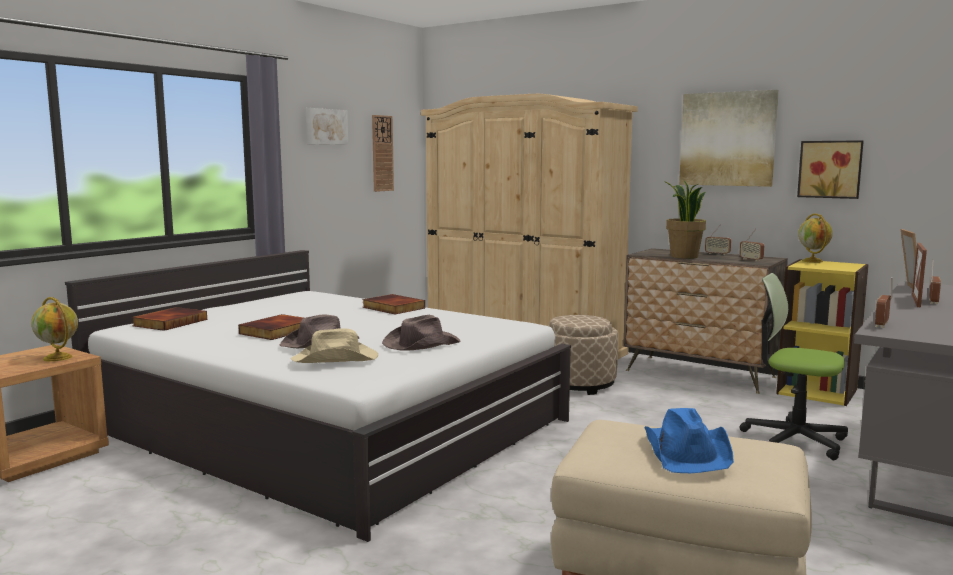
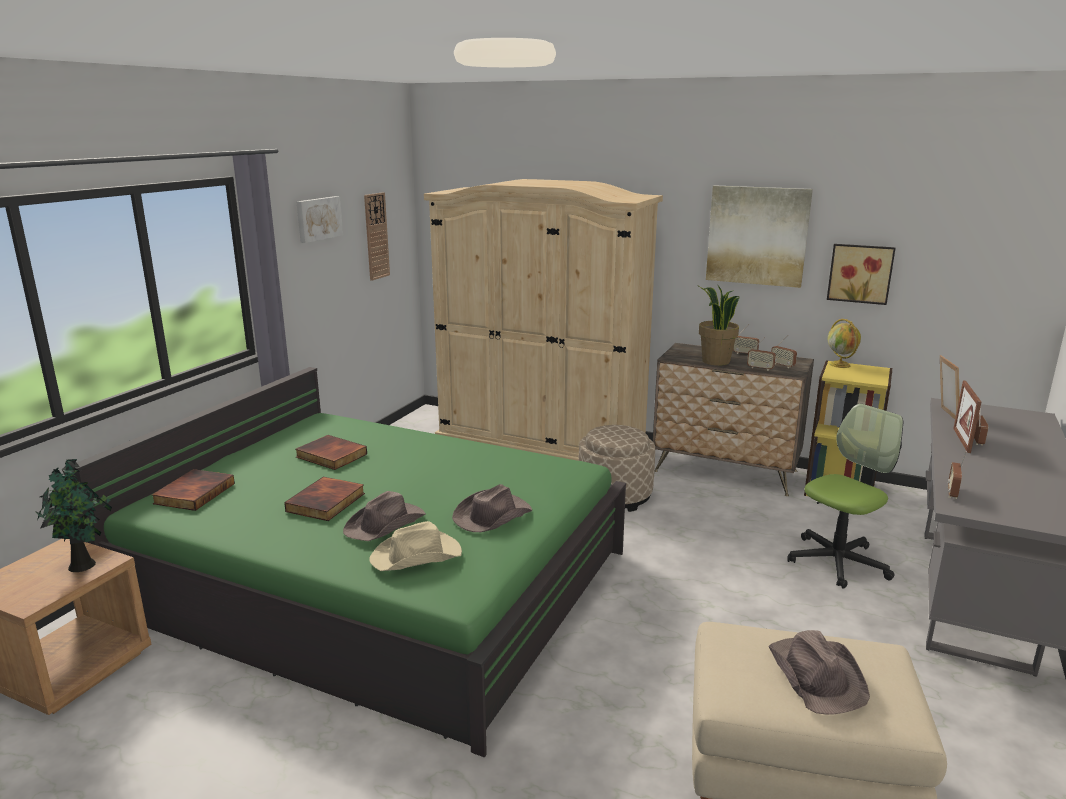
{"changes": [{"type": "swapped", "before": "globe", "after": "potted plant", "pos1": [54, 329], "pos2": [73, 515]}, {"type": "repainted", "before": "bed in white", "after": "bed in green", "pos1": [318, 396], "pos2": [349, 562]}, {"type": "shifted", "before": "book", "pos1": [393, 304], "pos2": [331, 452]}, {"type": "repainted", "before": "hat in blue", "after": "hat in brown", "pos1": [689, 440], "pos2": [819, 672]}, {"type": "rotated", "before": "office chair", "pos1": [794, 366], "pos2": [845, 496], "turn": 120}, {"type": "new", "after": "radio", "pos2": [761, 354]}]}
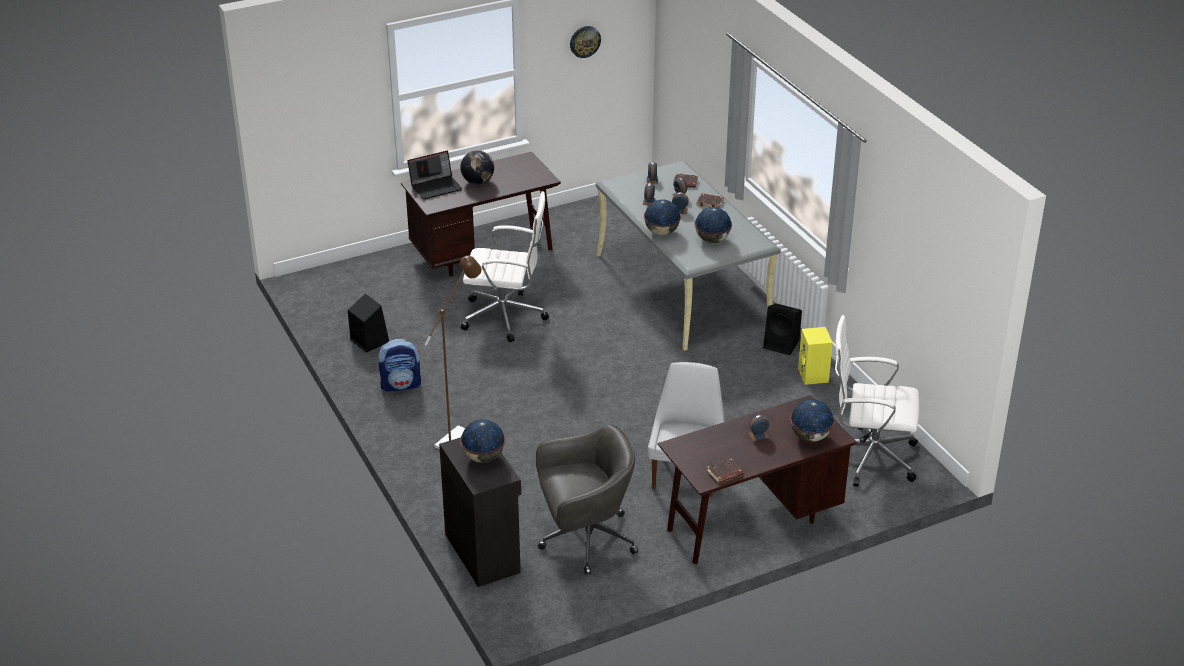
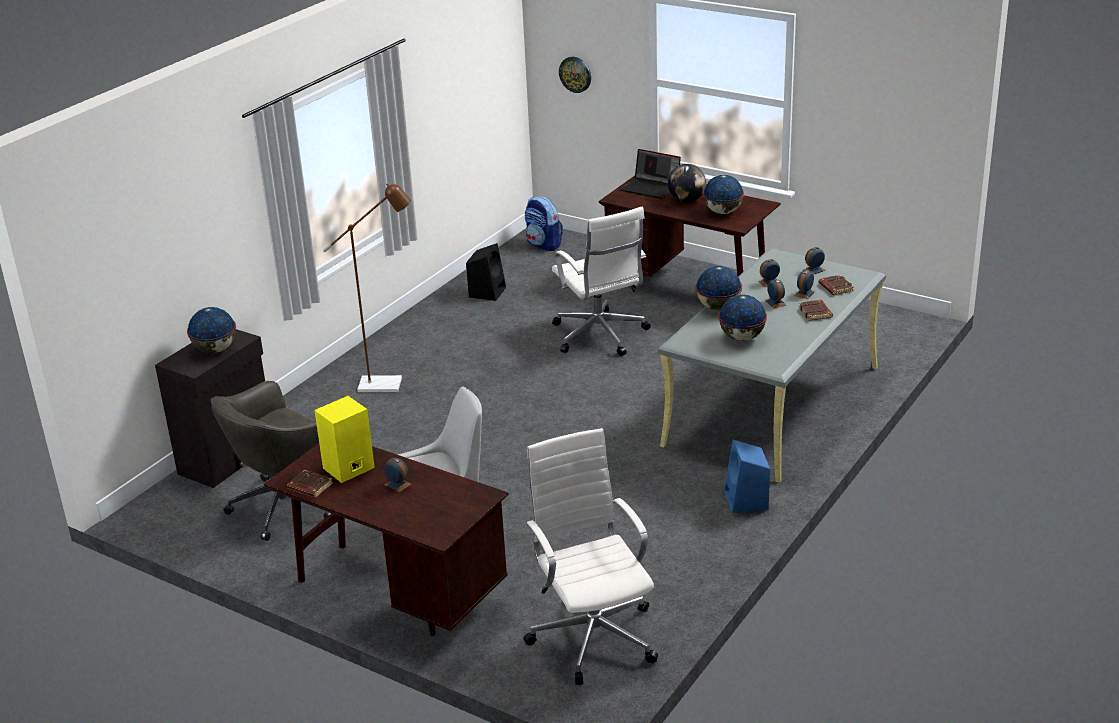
{"changes": [{"type": "shifted", "before": "backpack", "pos1": [399, 365], "pos2": [544, 224]}, {"type": "rotated", "before": "office chair in grey", "pos1": [587, 499], "pos2": [271, 461], "turn": 90}, {"type": "shifted", "before": "wall clock", "pos1": [585, 42], "pos2": [575, 75]}, {"type": "repainted", "before": "speaker in black", "after": "speaker in blue", "pos1": [782, 329], "pos2": [747, 476]}, {"type": "shifted", "before": "globe", "pos1": [812, 420], "pos2": [723, 194]}, {"type": "shifted", "before": "speaker in yellow", "pos1": [815, 356], "pos2": [344, 439]}]}
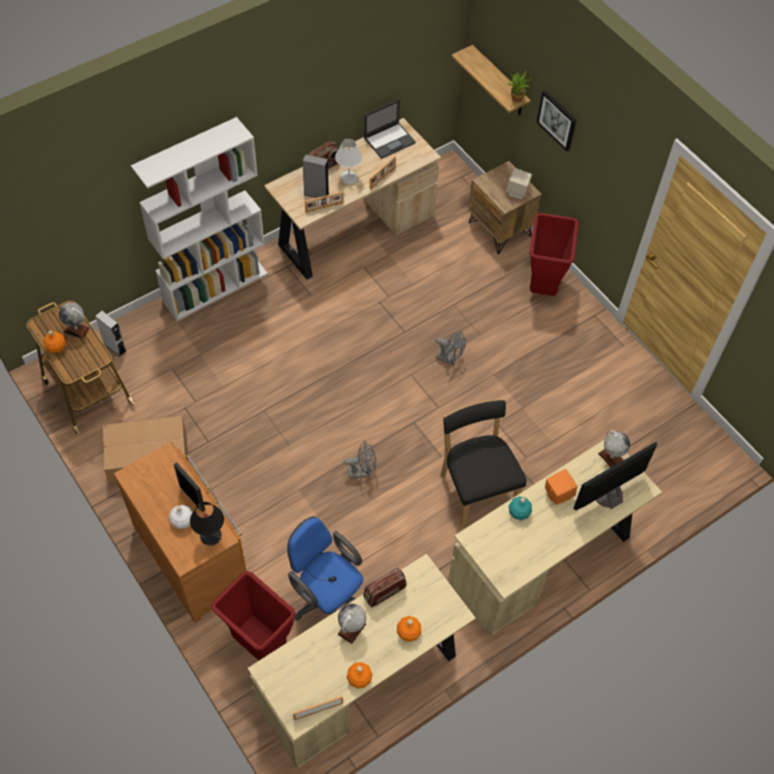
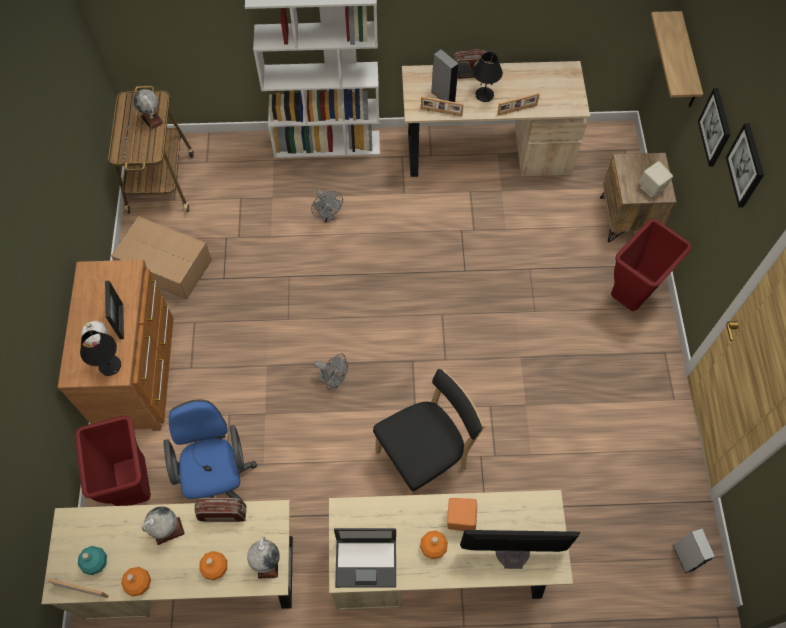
{"changes": [{"type": "shifted", "before": "bottle in orange", "pos1": [54, 341], "pos2": [434, 545]}, {"type": "shifted", "before": "speaker in grey", "pos1": [110, 334], "pos2": [694, 550]}, {"type": "repainted", "before": "table lamp in white", "after": "table lamp in black", "pos1": [348, 161], "pos2": [488, 77]}, {"type": "shifted", "before": "laptop", "pos1": [390, 129], "pos2": [365, 558]}, {"type": "shifted", "before": "fan in grey", "pos1": [450, 348], "pos2": [327, 206]}, {"type": "rotated", "before": "chair in black", "pos1": [483, 463], "pos2": [429, 432], "turn": 45}, {"type": "gone", "before": "potted plant", "pos1": [519, 86]}, {"type": "shifted", "before": "bottle in turquoise", "pos1": [520, 508], "pos2": [92, 560]}, {"type": "shifted", "before": "globe", "pos1": [614, 448], "pos2": [263, 558]}, {"type": "new", "after": "picture", "pos2": [745, 165]}]}
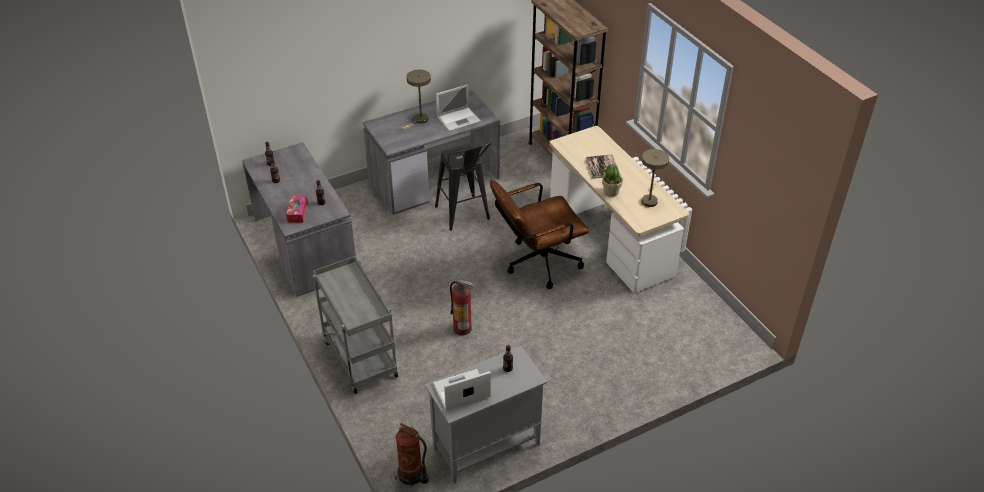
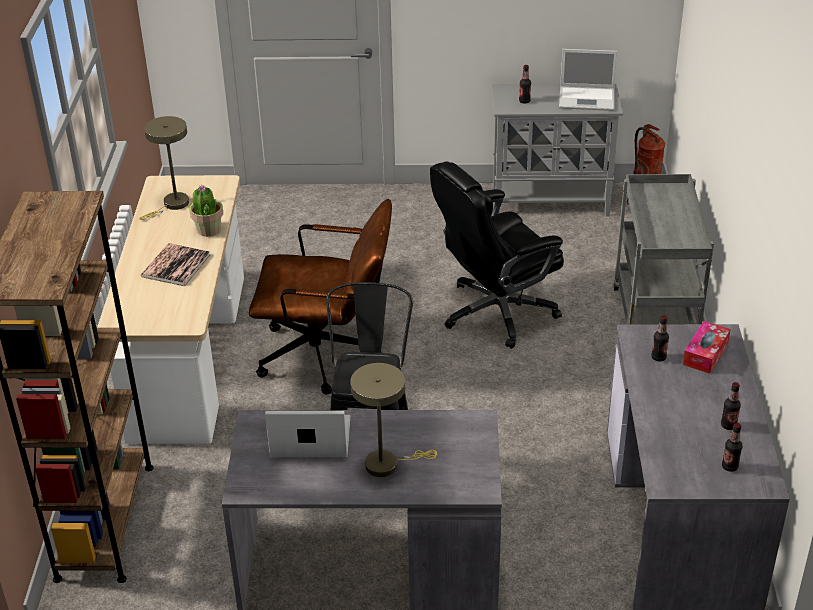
{"changes": [{"type": "swapped", "before": "fire extinguisher", "after": "office chair in black", "pos1": [461, 307], "pos2": [497, 255]}]}
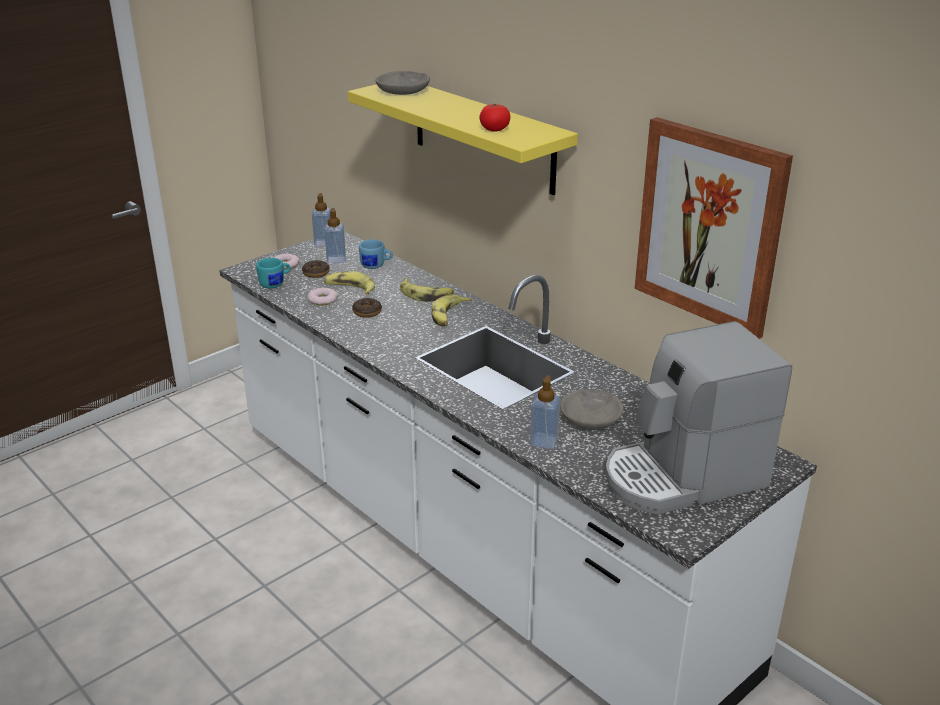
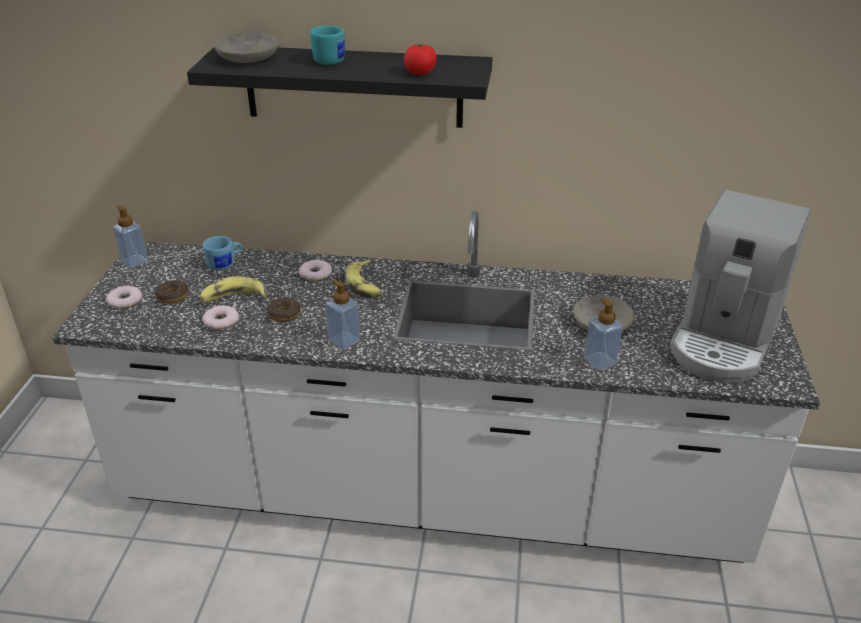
{"changes": [{"type": "shifted", "before": "mug in turquoise", "pos1": [273, 273], "pos2": [327, 45]}, {"type": "shifted", "before": "soap dispenser", "pos1": [335, 235], "pos2": [343, 315]}, {"type": "repainted", "before": "shelf in yellow", "after": "shelf in black", "pos1": [463, 139], "pos2": [339, 87]}, {"type": "swapped", "before": "banana", "after": "donut", "pos1": [427, 290], "pos2": [315, 270]}, {"type": "gone", "before": "picture", "pos1": [714, 228]}]}
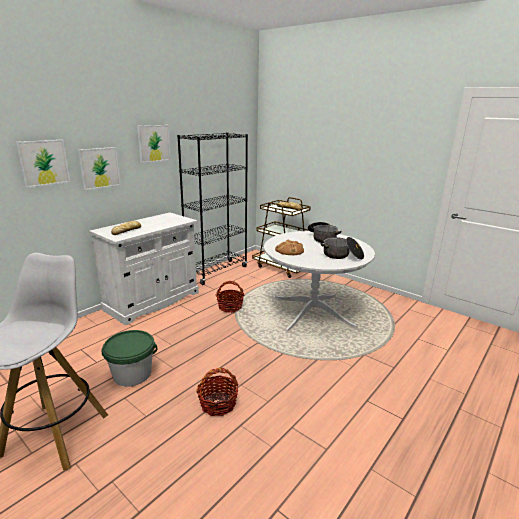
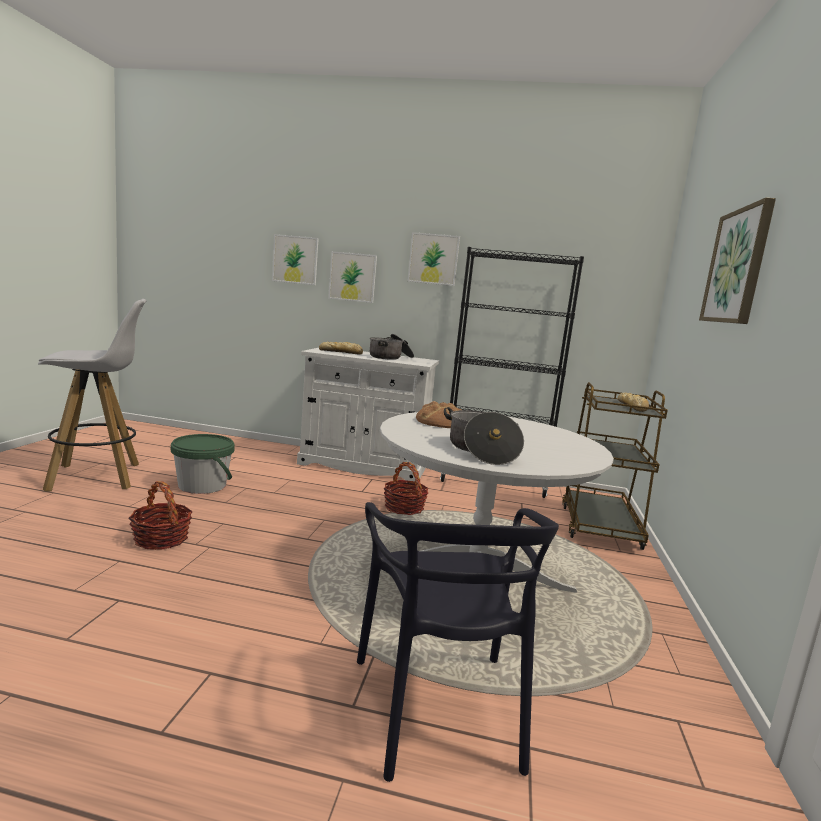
{"changes": [{"type": "shifted", "before": "cooking pot", "pos1": [325, 232], "pos2": [392, 347]}, {"type": "new", "after": "chair in black", "pos2": [458, 642]}, {"type": "new", "after": "picture", "pos2": [737, 261]}]}
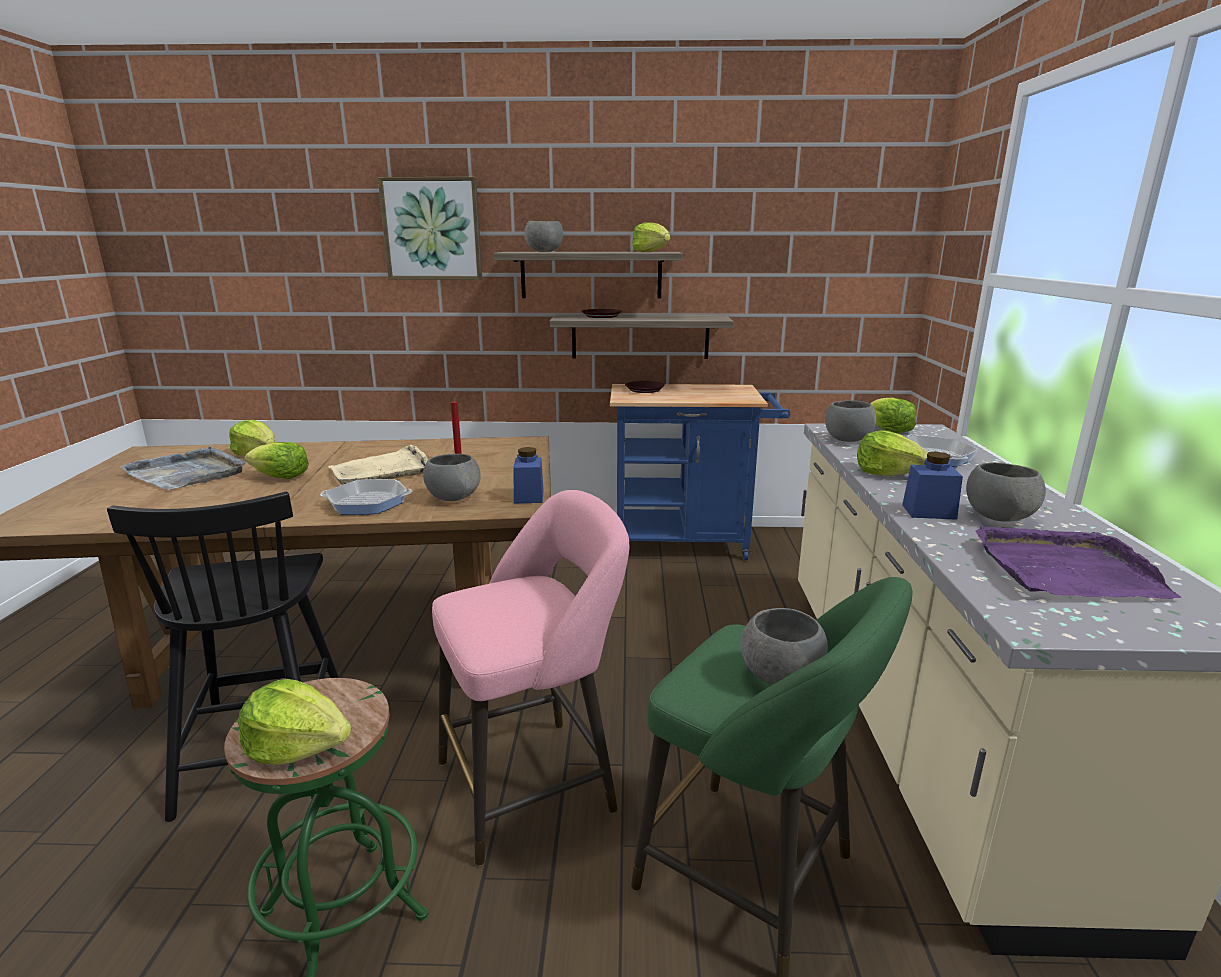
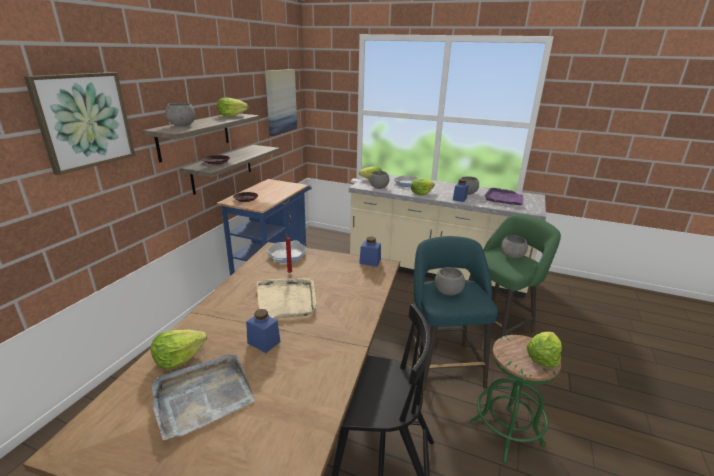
{"changes": [{"type": "swapped", "before": "lettuce", "after": "jar in blue", "pos1": [277, 460], "pos2": [263, 331]}, {"type": "shifted", "before": "frying pan", "pos1": [366, 497], "pos2": [286, 251]}, {"type": "shifted", "before": "bowl in grey", "pos1": [452, 477], "pos2": [450, 281]}, {"type": "repainted", "before": "stool in pink", "after": "stool in turquoise", "pos1": [530, 678], "pos2": [453, 314]}, {"type": "new", "after": "picture", "pos2": [281, 102]}]}
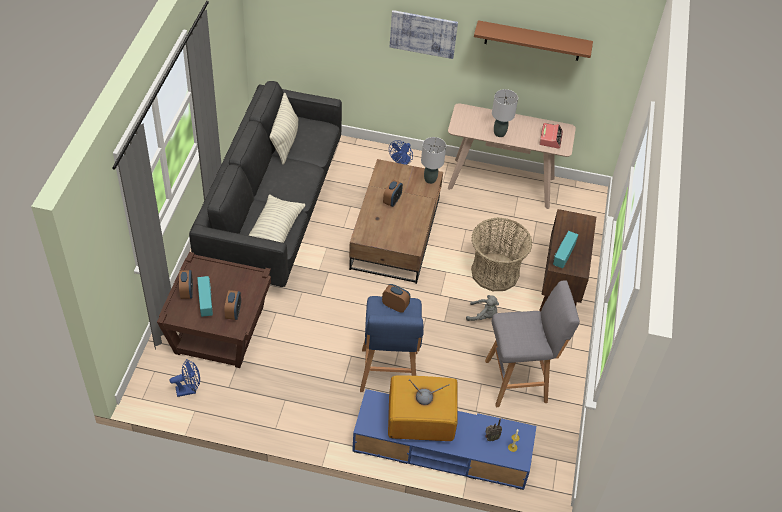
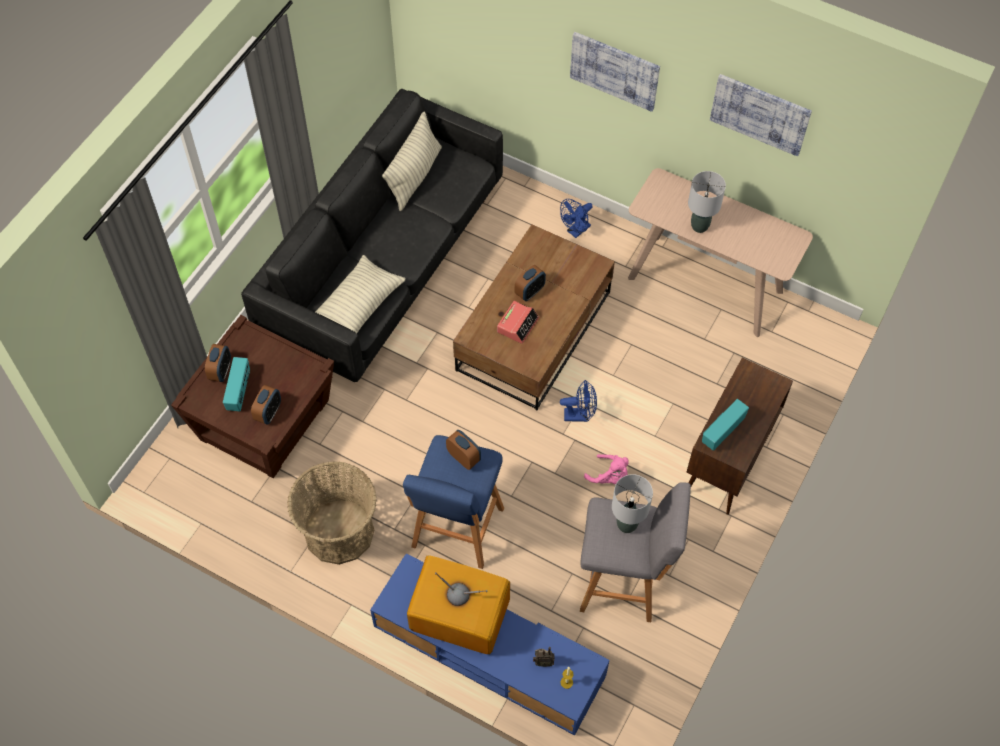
{"changes": [{"type": "shifted", "before": "fan in blue", "pos1": [184, 378], "pos2": [578, 401]}, {"type": "shifted", "before": "table lamp in grey", "pos1": [433, 160], "pos2": [632, 503]}, {"type": "repainted", "before": "plush toy in grey", "after": "plush toy in pink", "pos1": [482, 308], "pos2": [606, 469]}, {"type": "shifted", "before": "basket", "pos1": [501, 254], "pos2": [332, 513]}, {"type": "swapped", "before": "shelf in brown", "after": "picture", "pos1": [533, 40], "pos2": [761, 115]}, {"type": "shifted", "before": "alarm clock", "pos1": [551, 136], "pos2": [518, 322]}]}
